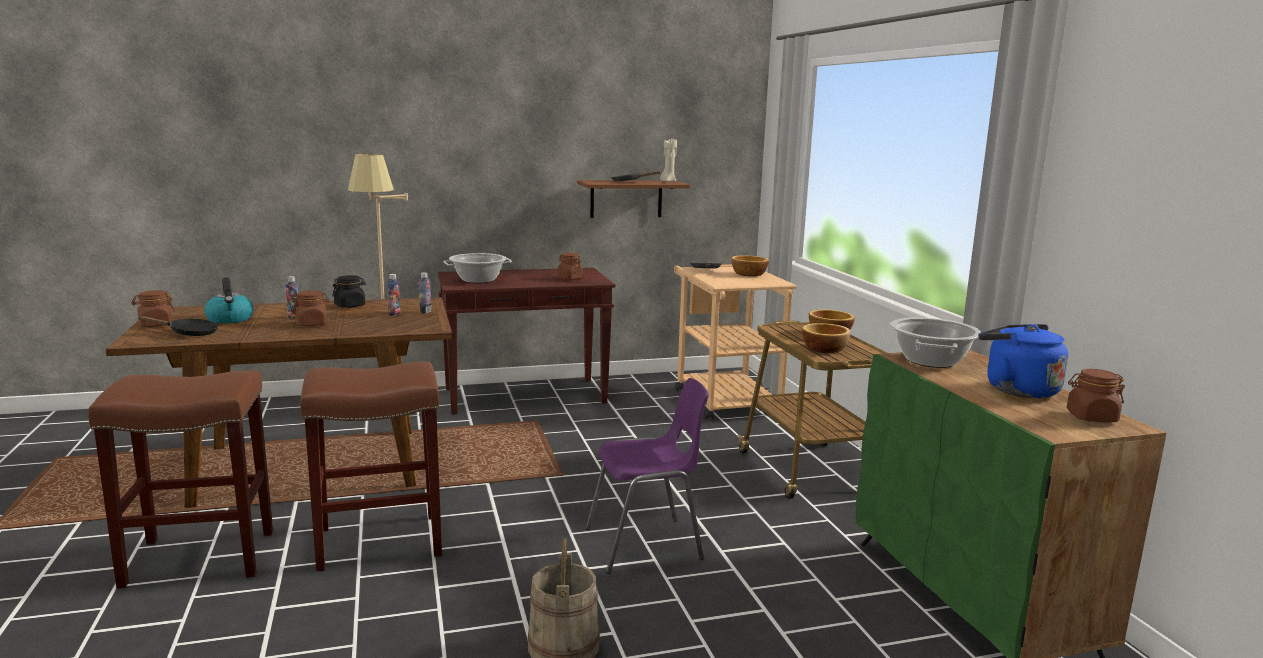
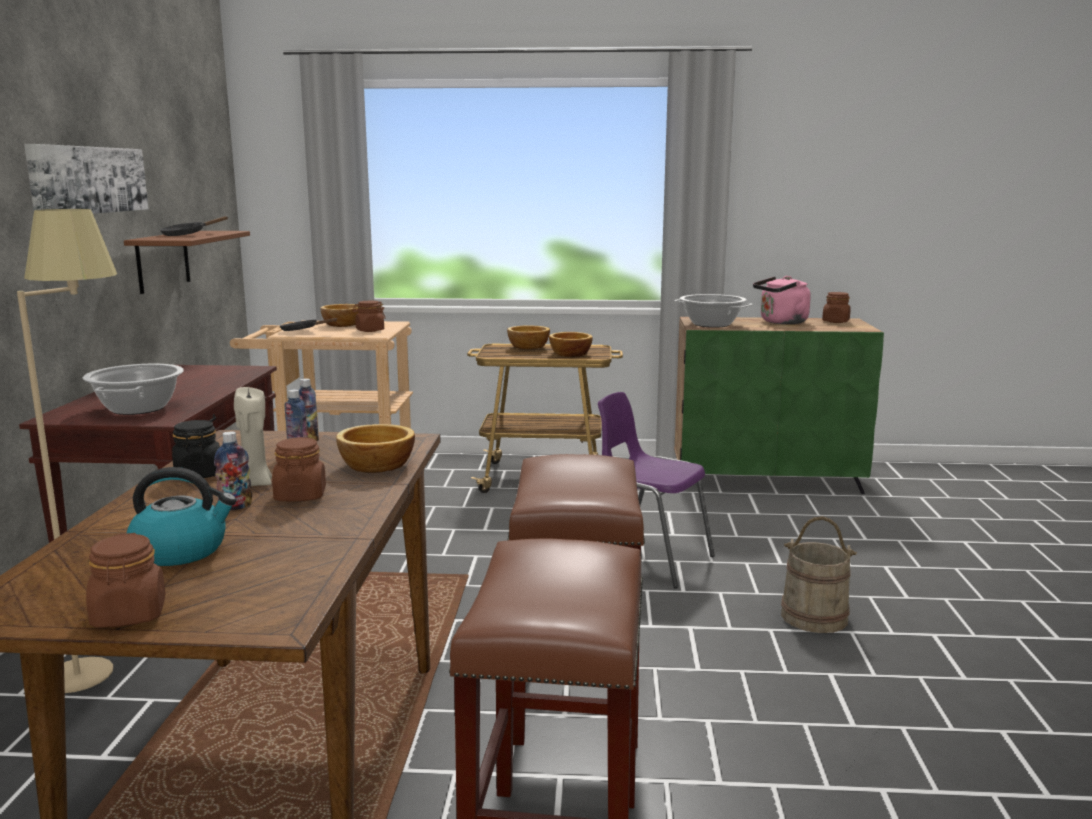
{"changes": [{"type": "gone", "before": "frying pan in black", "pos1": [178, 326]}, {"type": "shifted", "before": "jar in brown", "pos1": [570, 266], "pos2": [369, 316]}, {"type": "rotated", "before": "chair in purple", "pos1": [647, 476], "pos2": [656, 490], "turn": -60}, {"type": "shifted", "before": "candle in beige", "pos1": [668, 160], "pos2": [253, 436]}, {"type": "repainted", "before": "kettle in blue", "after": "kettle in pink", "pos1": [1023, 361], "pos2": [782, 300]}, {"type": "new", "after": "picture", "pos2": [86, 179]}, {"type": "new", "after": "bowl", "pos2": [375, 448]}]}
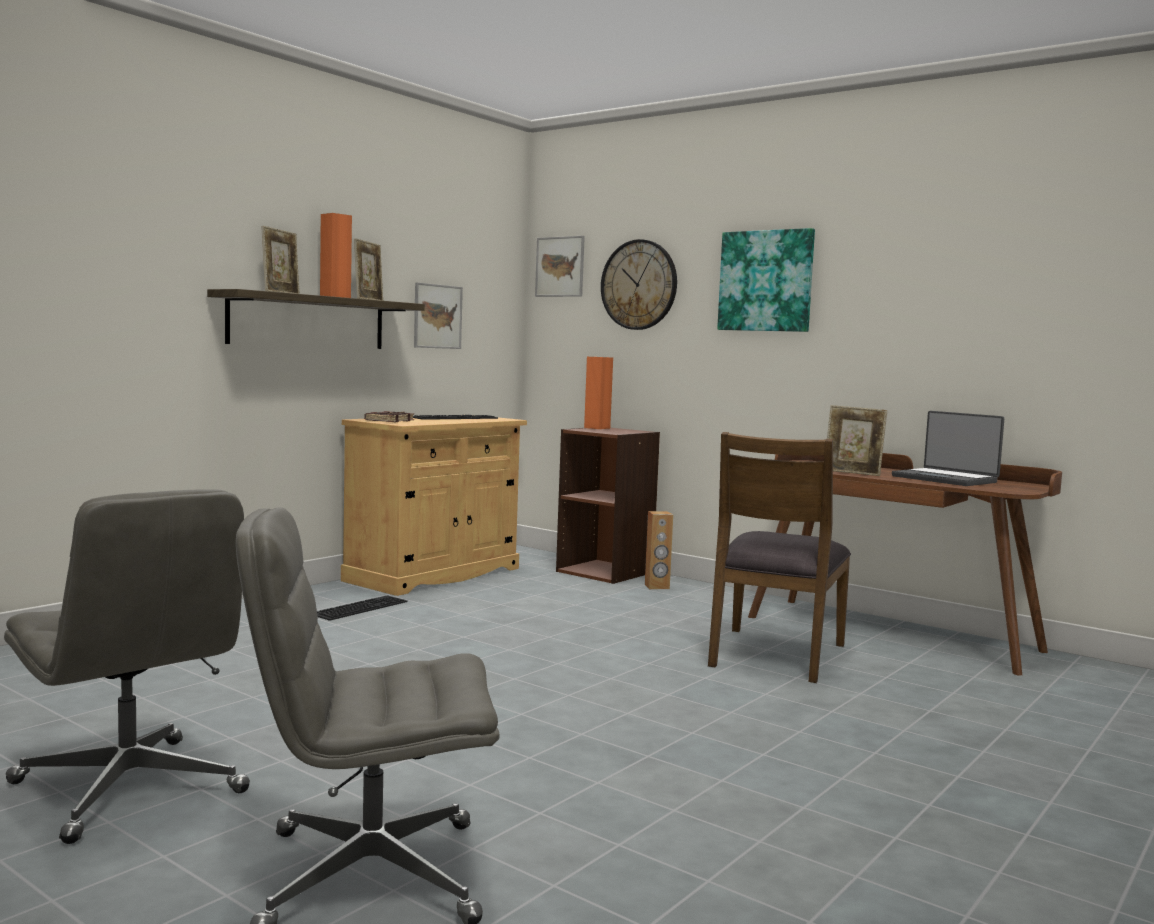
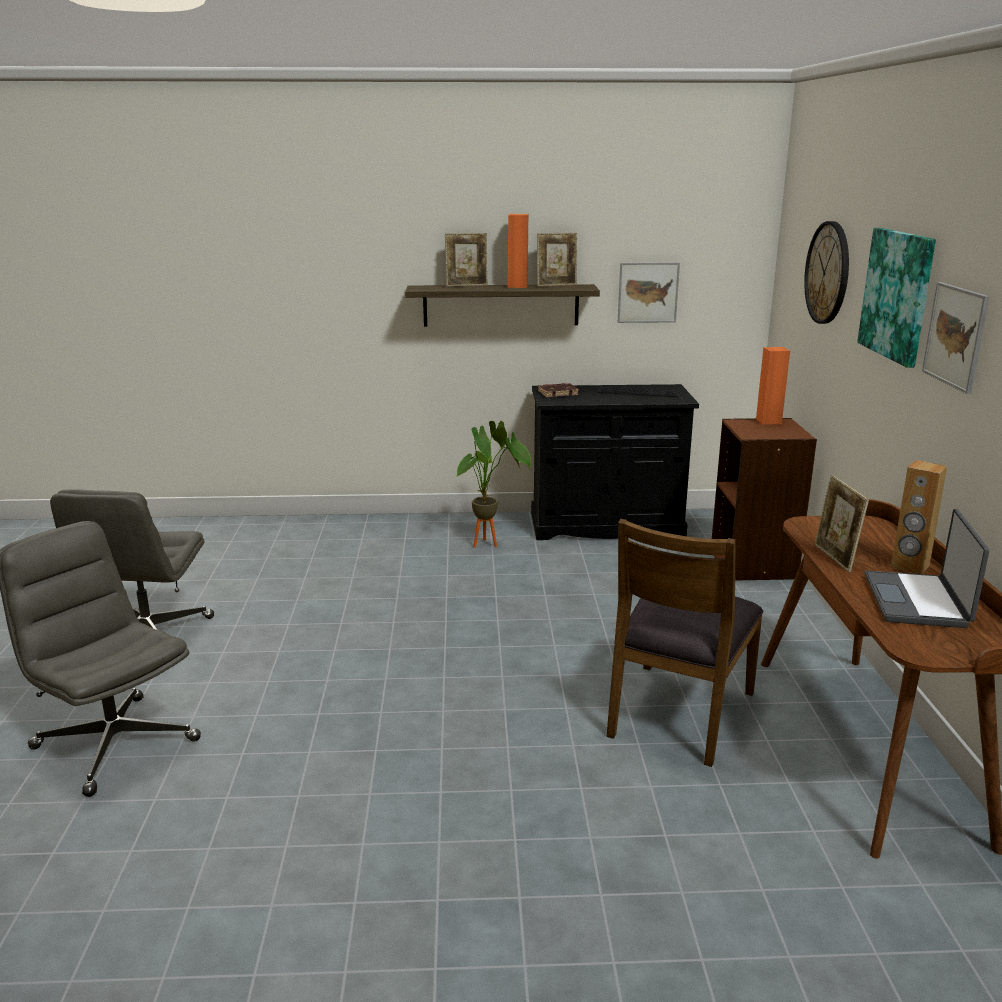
{"changes": [{"type": "swapped", "before": "keyboard", "after": "potted plant", "pos1": [362, 608], "pos2": [493, 484]}, {"type": "repainted", "before": "cabinet in beige", "after": "cabinet in black", "pos1": [434, 505], "pos2": [615, 462]}, {"type": "shifted", "before": "picture", "pos1": [560, 266], "pos2": [956, 338]}, {"type": "shifted", "before": "speaker in brown", "pos1": [659, 550], "pos2": [919, 517]}, {"type": "rotated", "before": "chair in brown", "pos1": [779, 557], "pos2": [685, 643], "turn": -45}]}
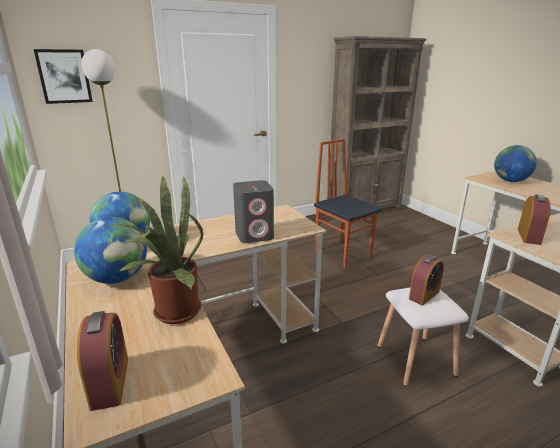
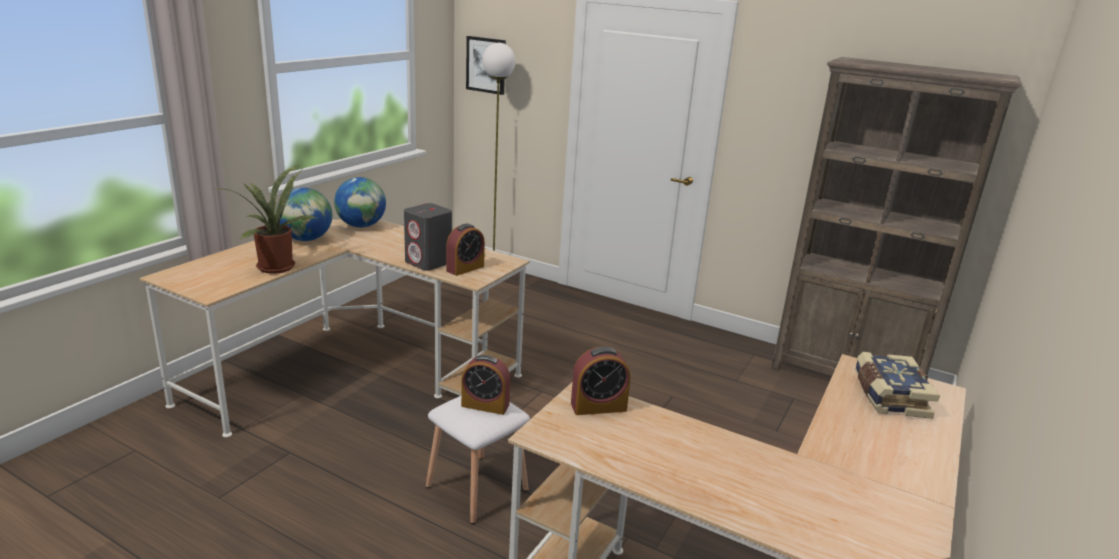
{"changes": [{"type": "shifted", "before": "alarm clock", "pos1": [102, 361], "pos2": [465, 250]}, {"type": "gone", "before": "chair", "pos1": [348, 203]}, {"type": "swapped", "before": "globe", "after": "book", "pos1": [515, 163], "pos2": [897, 385]}]}
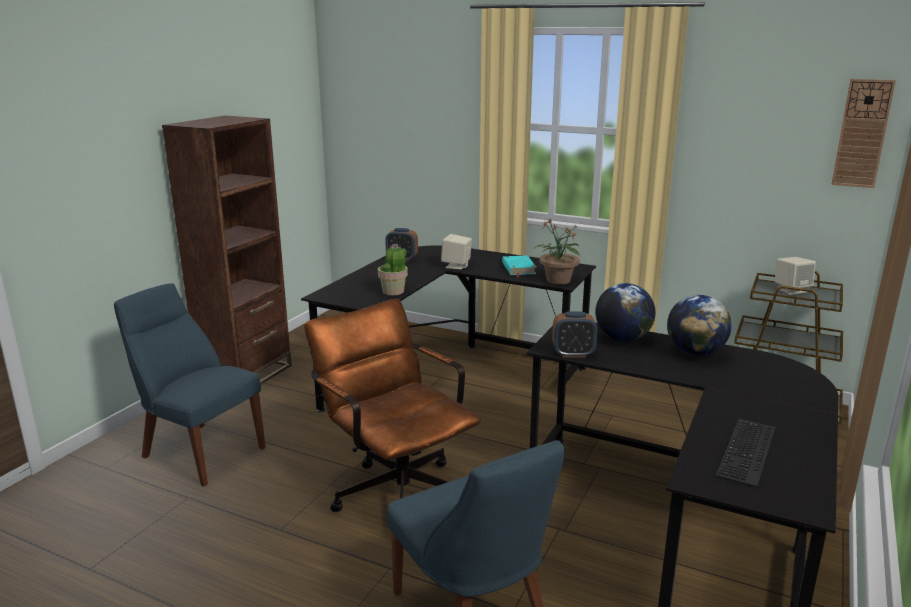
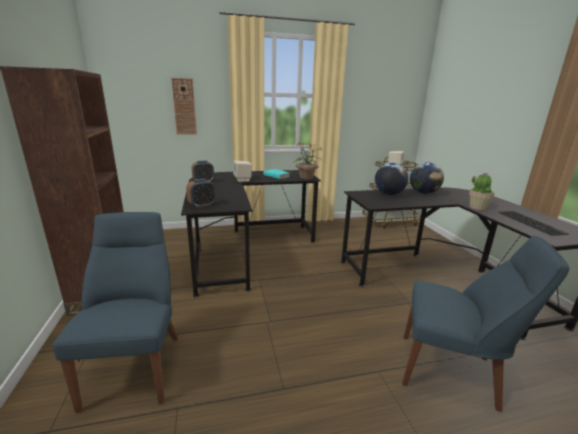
{"changes": [{"type": "rotated", "before": "chair in blue", "pos1": [190, 384], "pos2": [115, 312], "turn": 90}, {"type": "gone", "before": "office chair in brown", "pos1": [392, 405]}, {"type": "shifted", "before": "potted plant", "pos1": [393, 269], "pos2": [482, 191]}, {"type": "shifted", "before": "alarm clock", "pos1": [574, 334], "pos2": [201, 193]}, {"type": "shifted", "before": "wall clock", "pos1": [863, 133], "pos2": [184, 106]}]}
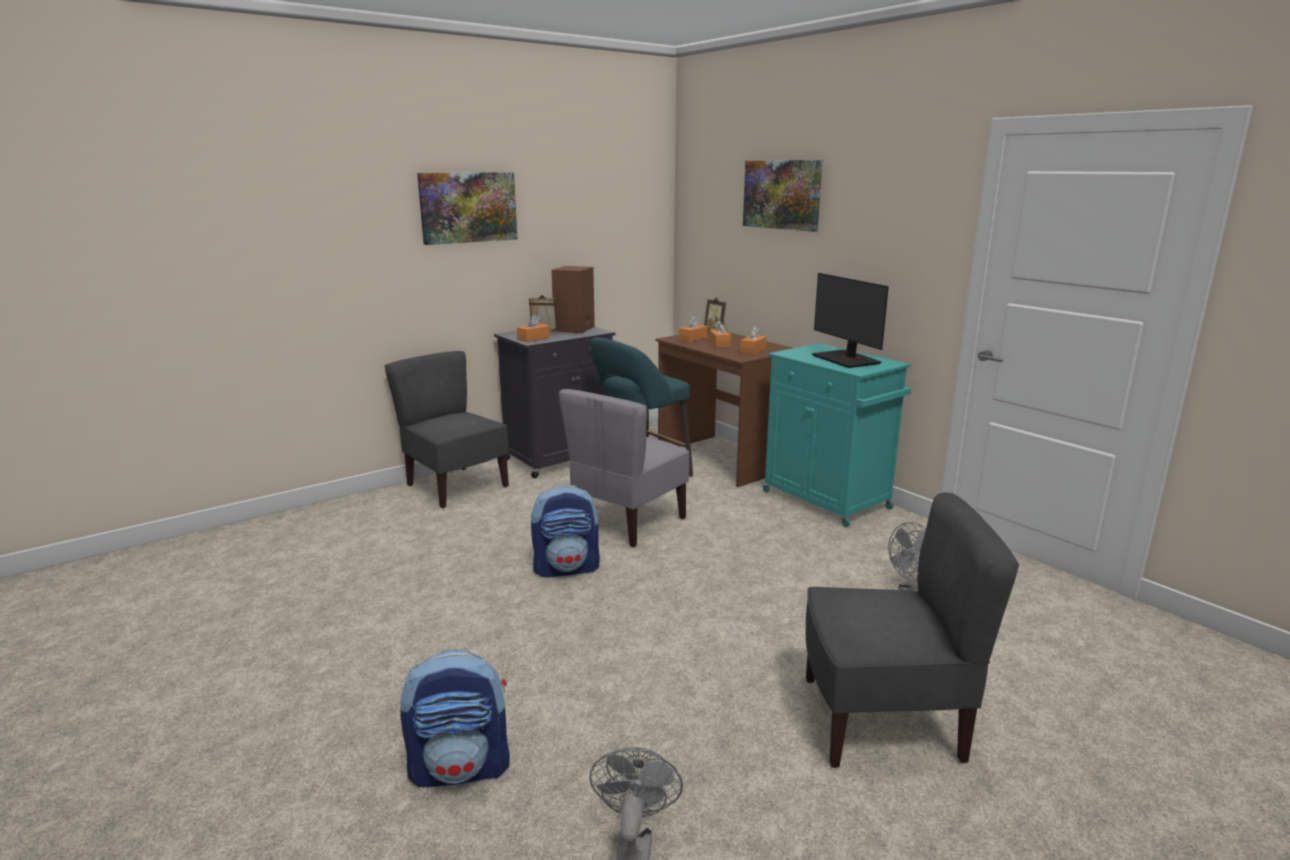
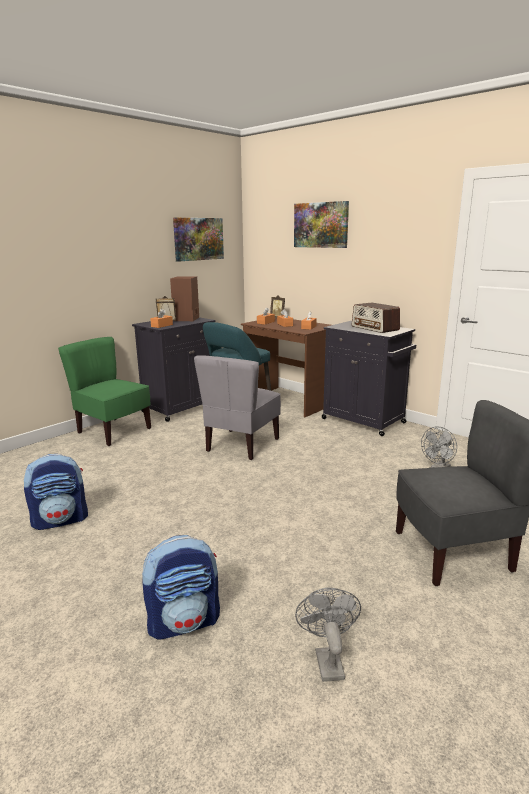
{"changes": [{"type": "repainted", "before": "chair in grey", "after": "chair in green", "pos1": [446, 429], "pos2": [104, 391]}, {"type": "shifted", "before": "picture", "pos1": [467, 208], "pos2": [198, 240]}, {"type": "shifted", "before": "backpack", "pos1": [565, 531], "pos2": [56, 492]}, {"type": "repainted", "before": "cabinet in turquoise", "after": "cabinet in black", "pos1": [837, 435], "pos2": [369, 378]}, {"type": "swapped", "before": "monitor", "after": "radio", "pos1": [850, 320], "pos2": [376, 317]}]}
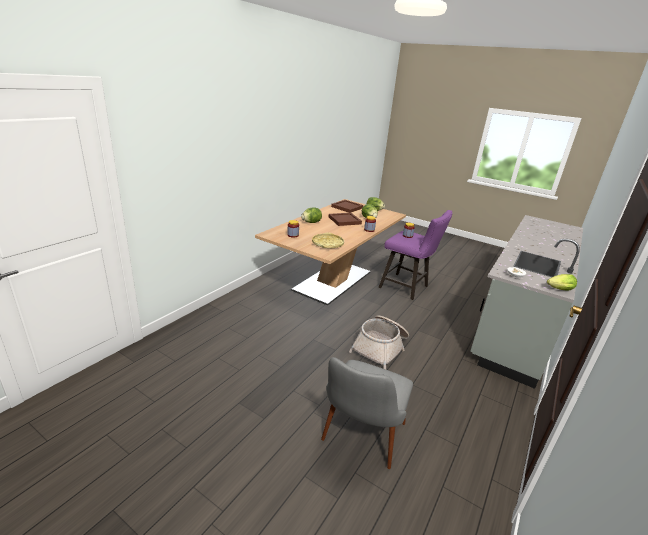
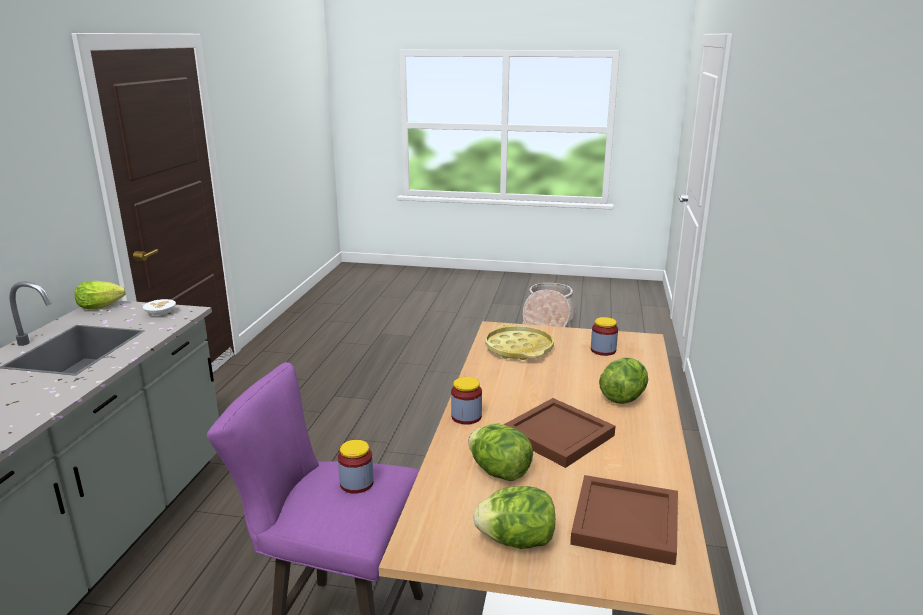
{"changes": [{"type": "gone", "before": "chair in grey", "pos1": [367, 413]}, {"type": "shifted", "before": "basket", "pos1": [379, 342], "pos2": [549, 305]}]}
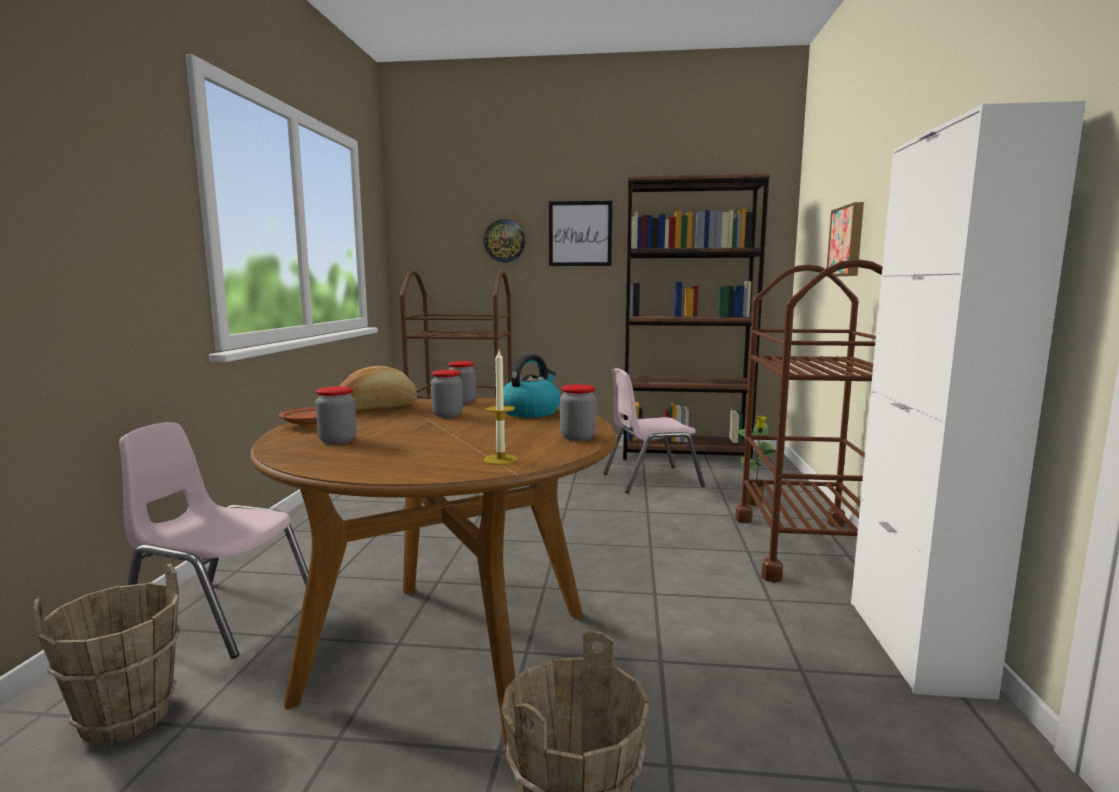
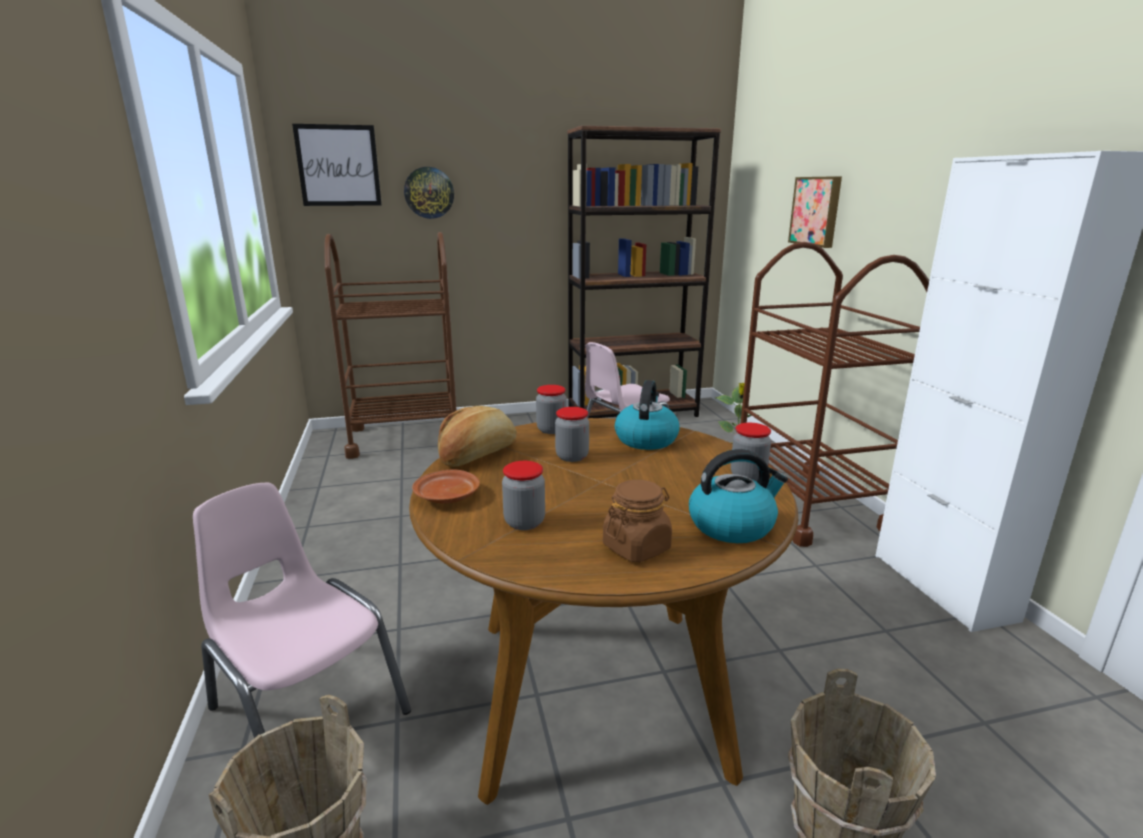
{"changes": [{"type": "rotated", "before": "chair in pink", "pos1": [214, 540], "pos2": [302, 610], "turn": 45}, {"type": "swapped", "before": "candle", "after": "kettle", "pos1": [501, 407], "pos2": [738, 496]}, {"type": "shifted", "before": "picture", "pos1": [580, 233], "pos2": [337, 165]}, {"type": "new", "after": "jar in brown", "pos2": [637, 521]}]}
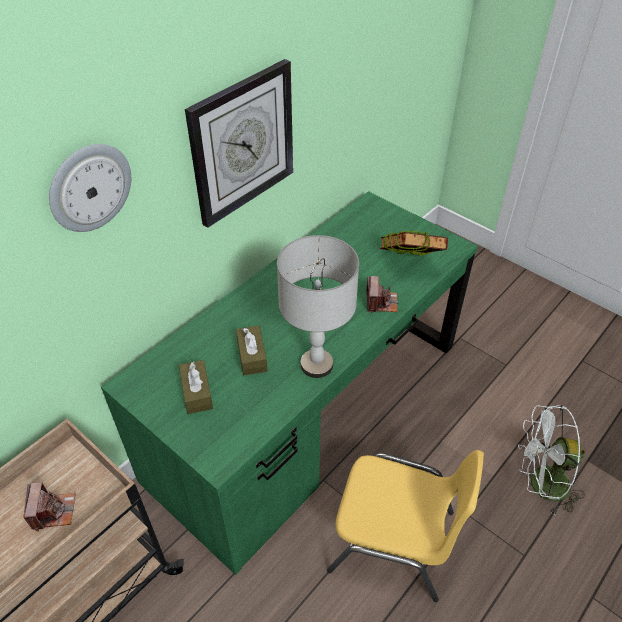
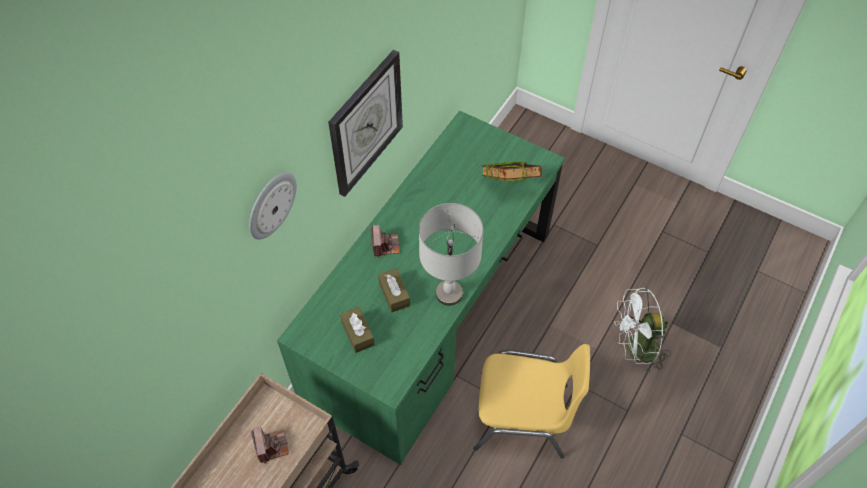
{"changes": [{"type": "shifted", "before": "photo camera", "pos1": [382, 294], "pos2": [385, 241]}]}
